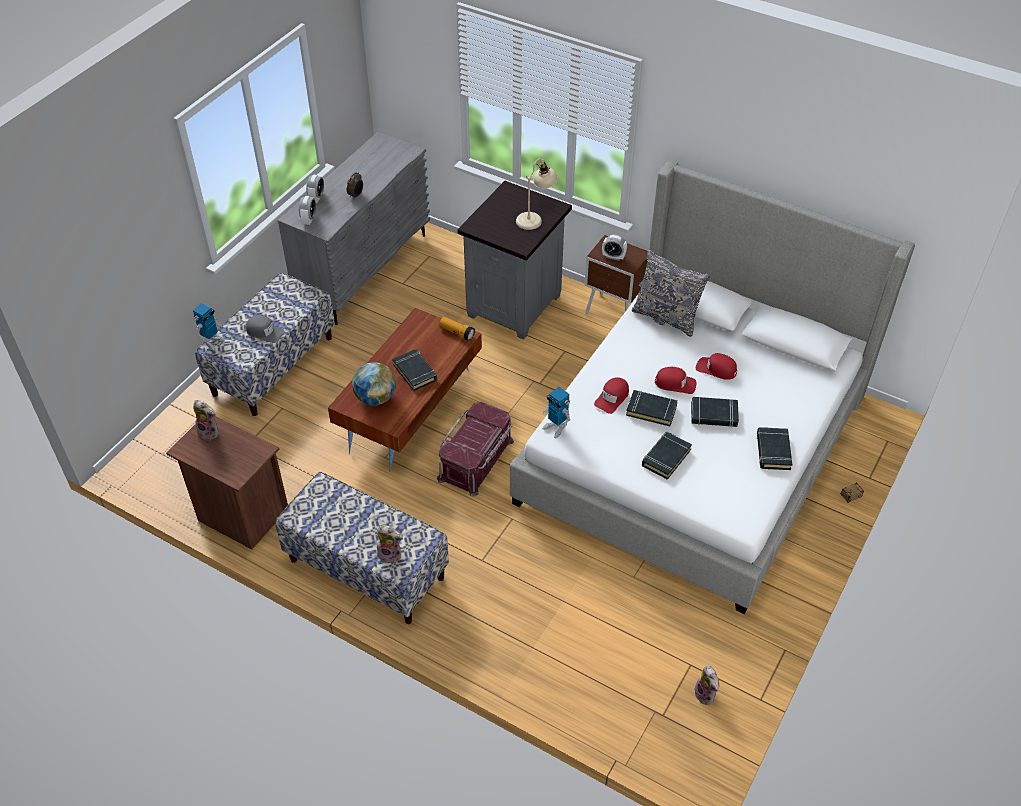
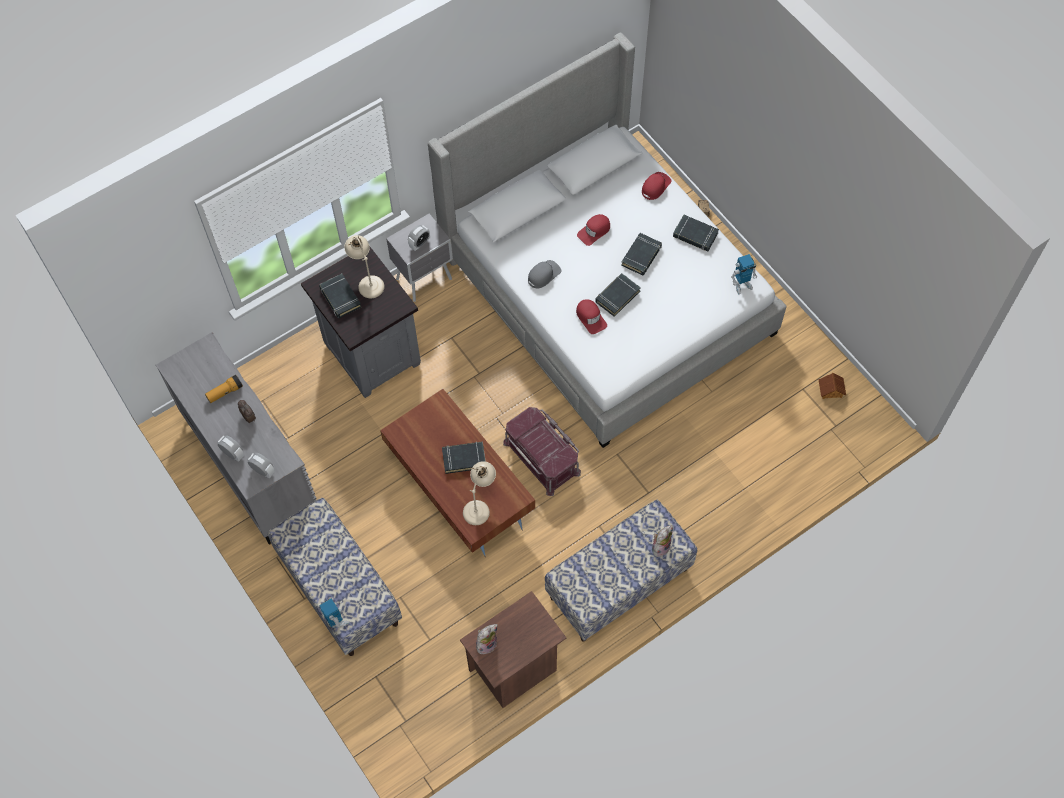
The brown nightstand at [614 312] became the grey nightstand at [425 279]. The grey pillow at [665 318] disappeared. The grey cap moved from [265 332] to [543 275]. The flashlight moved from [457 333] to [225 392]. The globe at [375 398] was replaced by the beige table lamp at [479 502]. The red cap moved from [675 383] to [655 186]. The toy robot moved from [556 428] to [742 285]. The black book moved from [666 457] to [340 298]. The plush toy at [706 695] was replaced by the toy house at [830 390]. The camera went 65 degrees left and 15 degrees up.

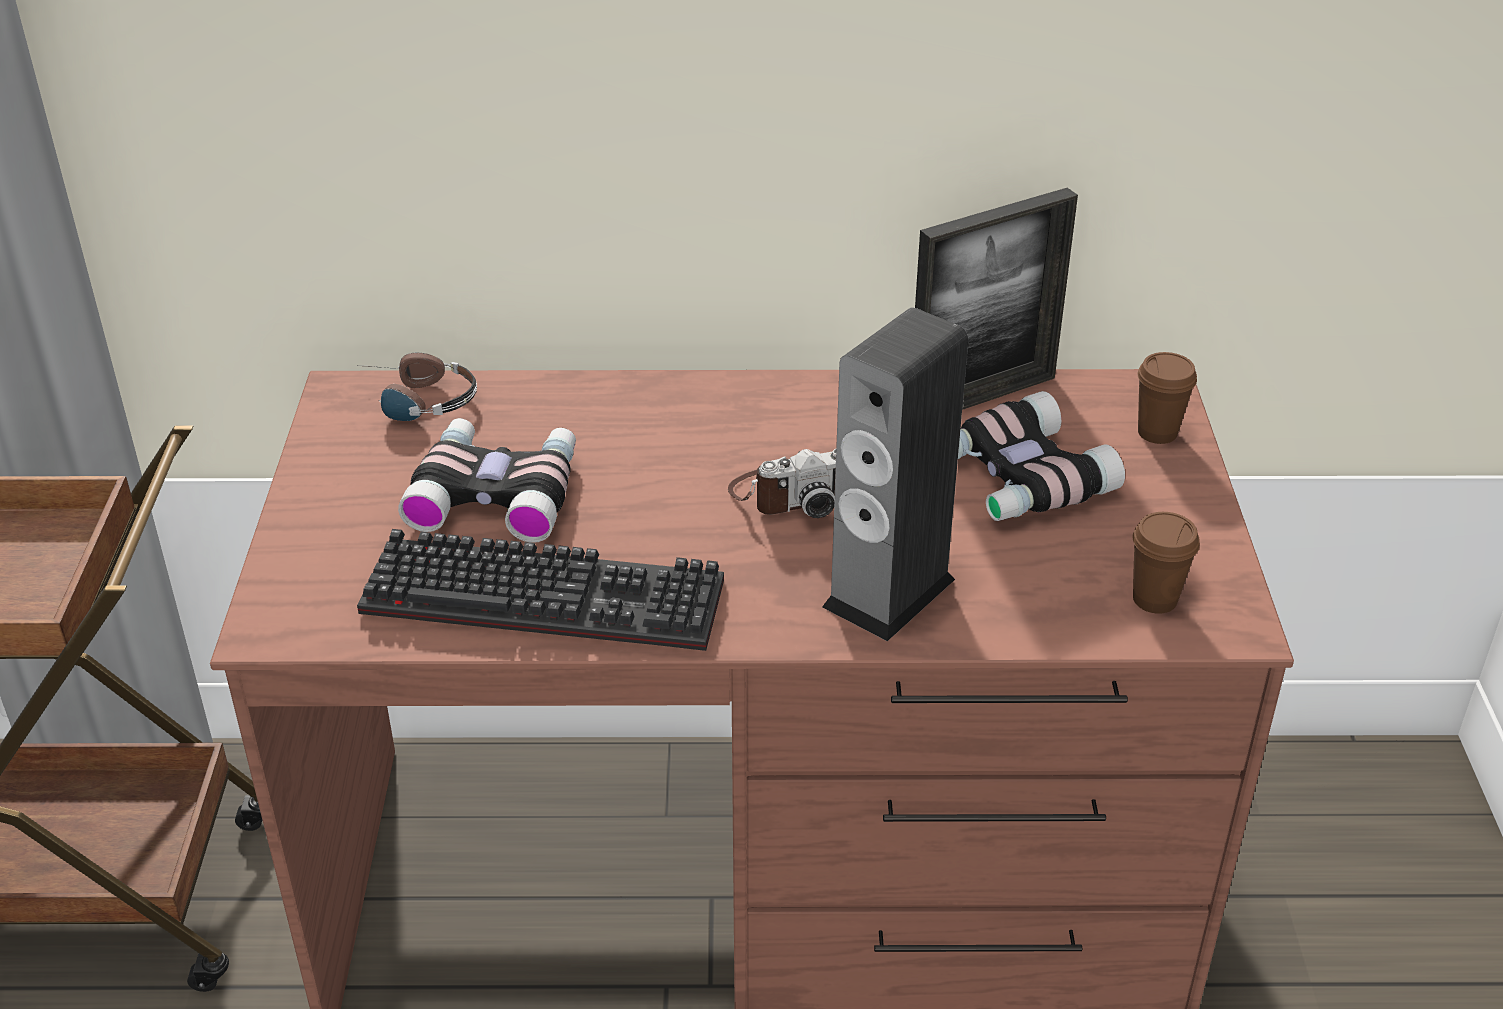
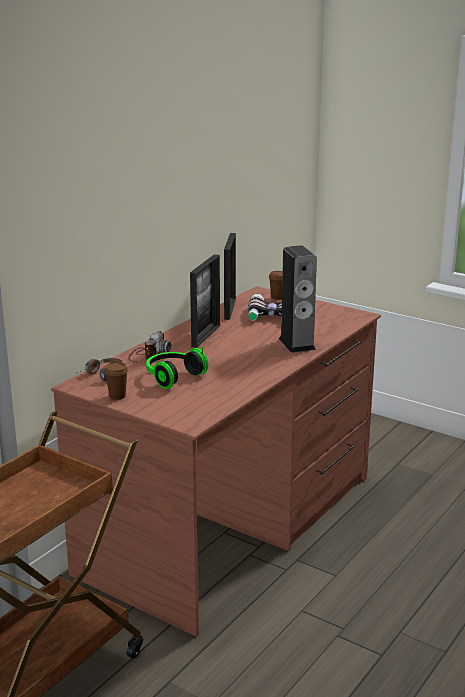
The binoculars at [497 492] was replaced by the headphones at [172 377]. The photo camera moved from [794 493] to [147 354]. The brown cup moved from [1155 599] to [117 396]. The keyboard at [551 594] disappeared. The picture frame at [206 336] appeared. The camera went 55 degrees left and 15 degrees down.

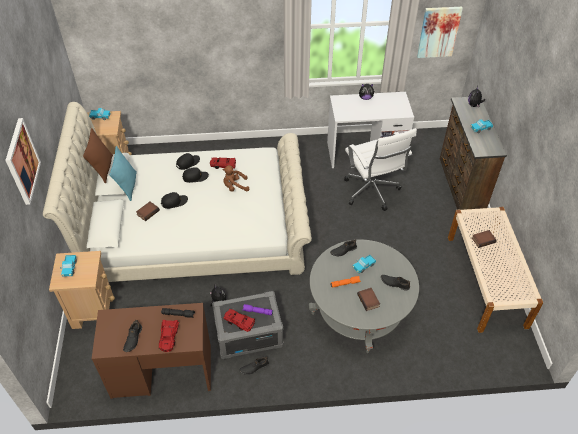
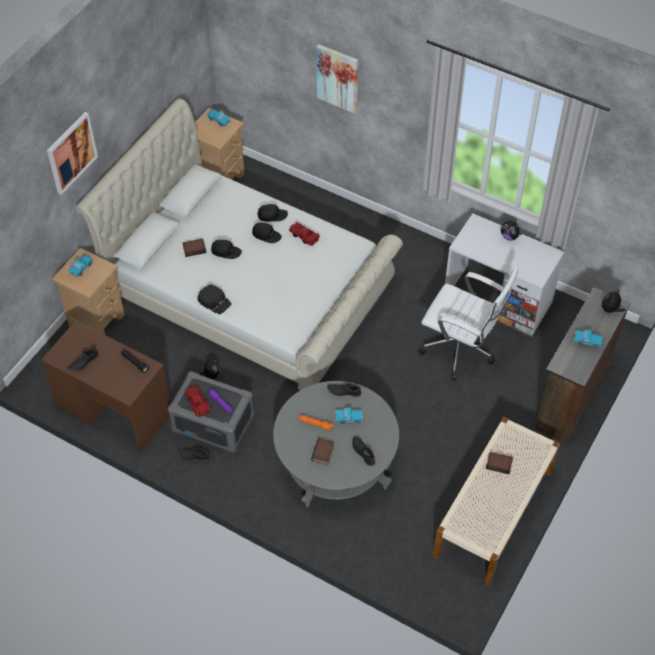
The picture moved from [438 32] to [338 78]. The brown pillow at [103 169] disappeared. The white office chair at [372 193] turned 75 degrees counterclockwise. The turquoise pillow at [128 186] disappeared. The brown plush toy at [235 187] disappeared. The red toy car at [168 337] disappeared. The black cap at [214 301] appeared. The camera went 35 degrees right and 5 degrees up.

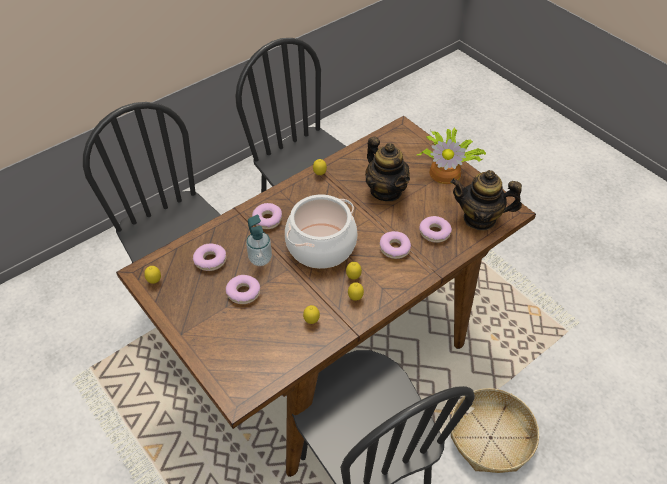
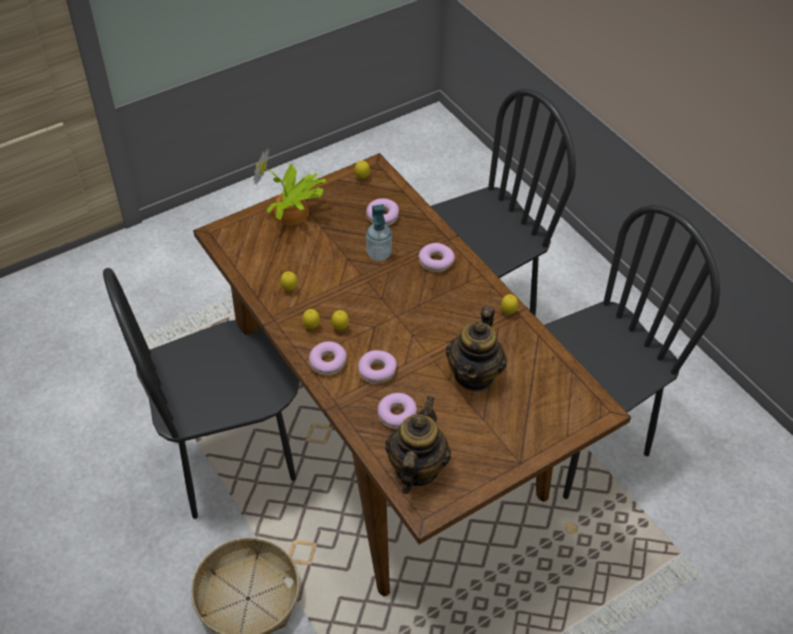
The potted plant moved from [446 171] to [291 213]. The teapot at [386 190] turned 45 degrees counterclockwise. The cooking pot at [321 245] disappeared. The donut moved from [243 292] to [328 362]. The camera went 95 degrees right and 0 degrees up.

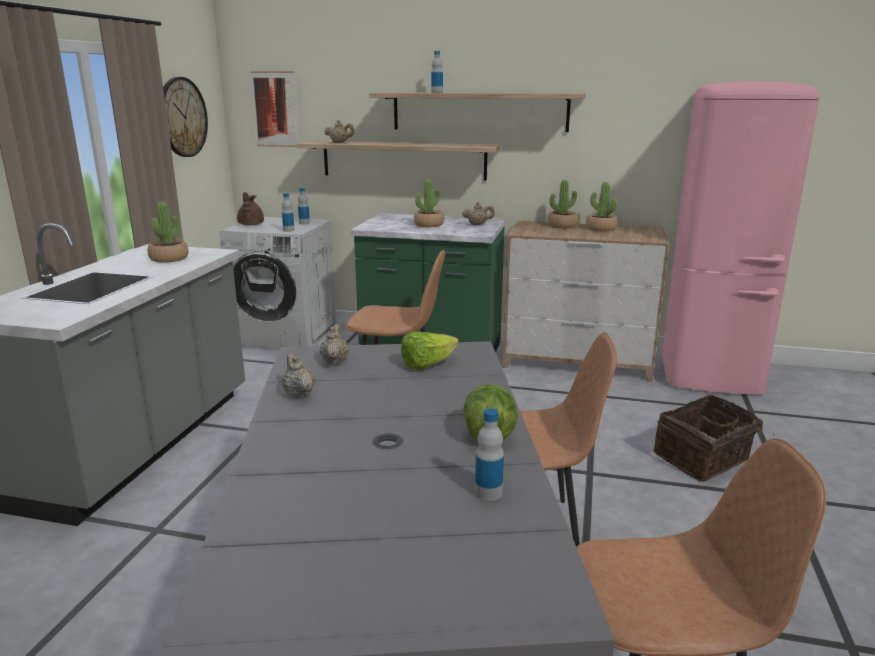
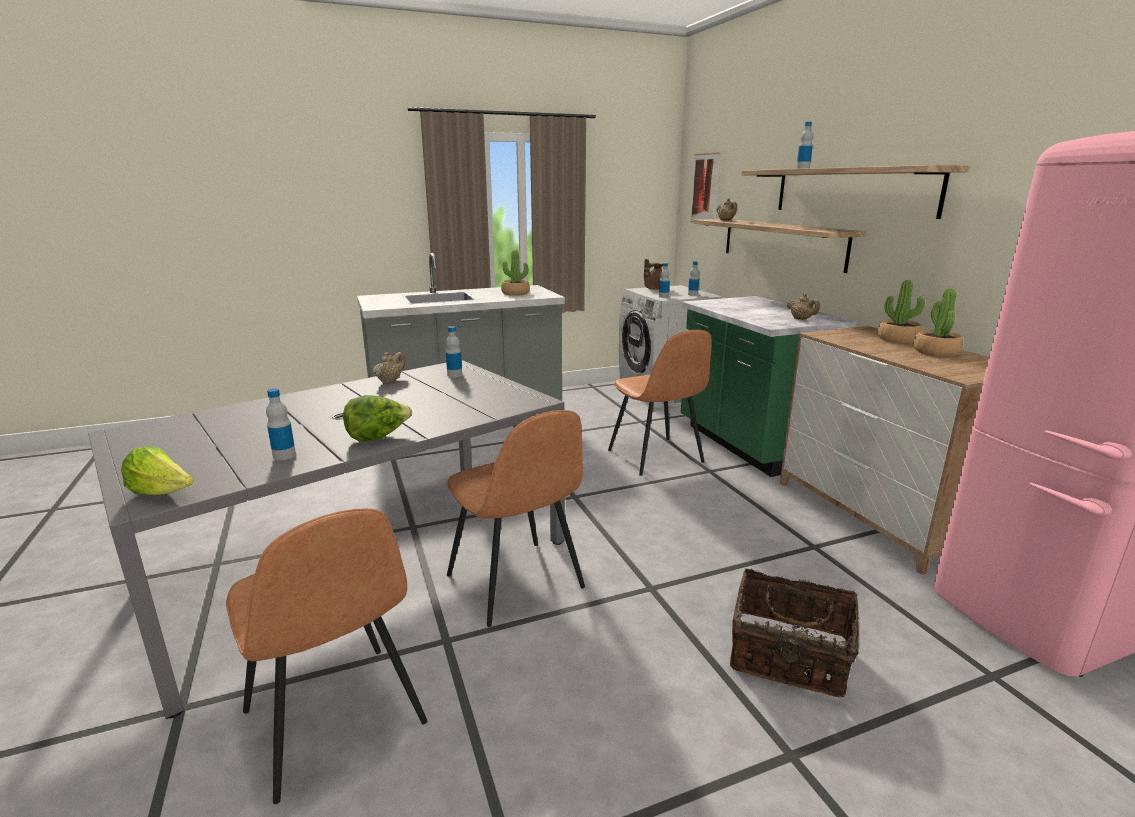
The wall clock at [182 117] disappeared. The potted plant at [428 225] disappeared. The beige teapot at [335 361] was replaced by the bottle at [454 375]. The lettuce moved from [427 365] to [163 493]. The camera went 55 degrees right and 0 degrees up.

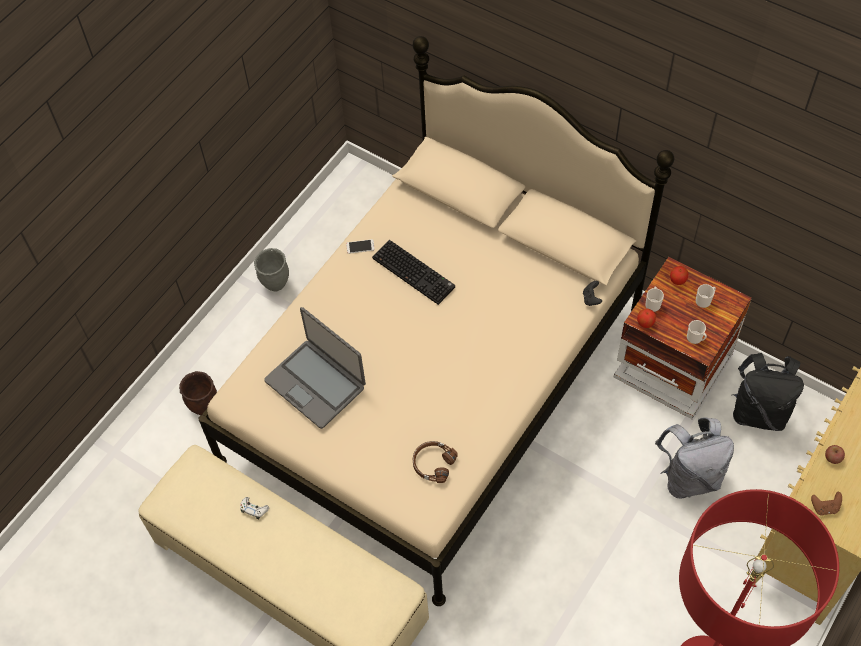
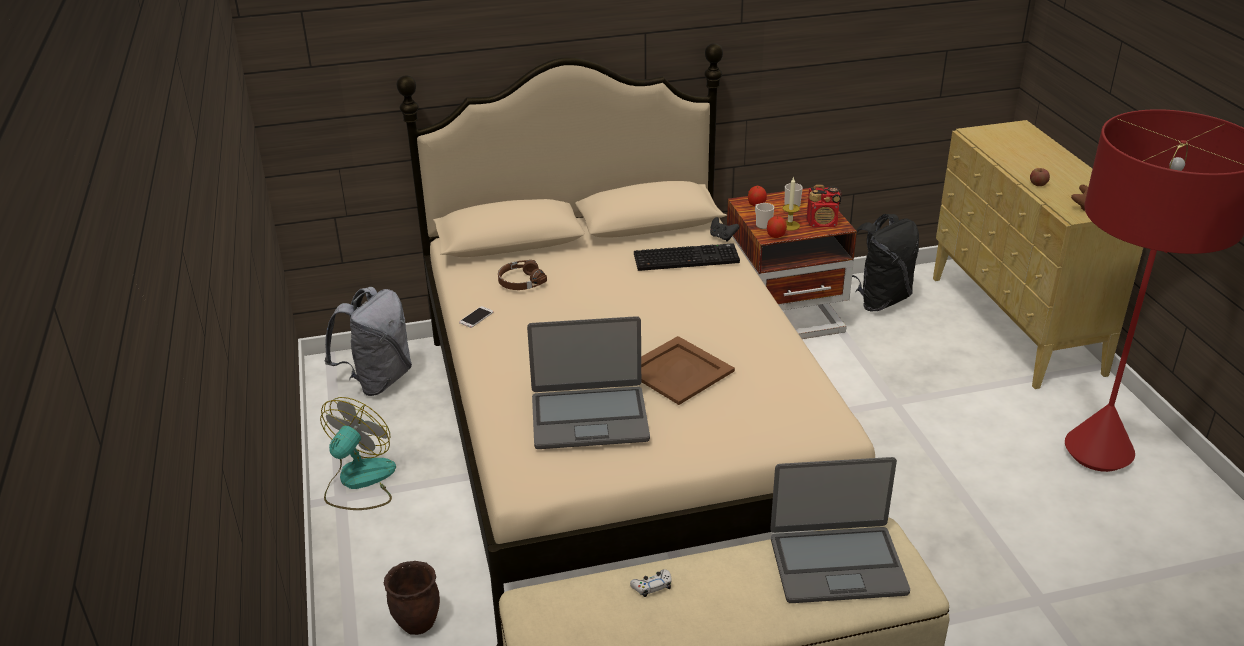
The keyboard moved from [415 272] to [687 258]. The grey planter at [275 283] was replaced by the fan at [359 482]. The mug at [695 338] was replaced by the radio at [822 223]. The grey backpack moved from [689 476] to [378 380]. The brown headphones moved from [433 463] to [520 282]. The candle at [789 225] appeared. The brown tray at [678 371] appeared. The laptop at [837 564] appeared. The camera went 50 degrees left and 25 degrees down.

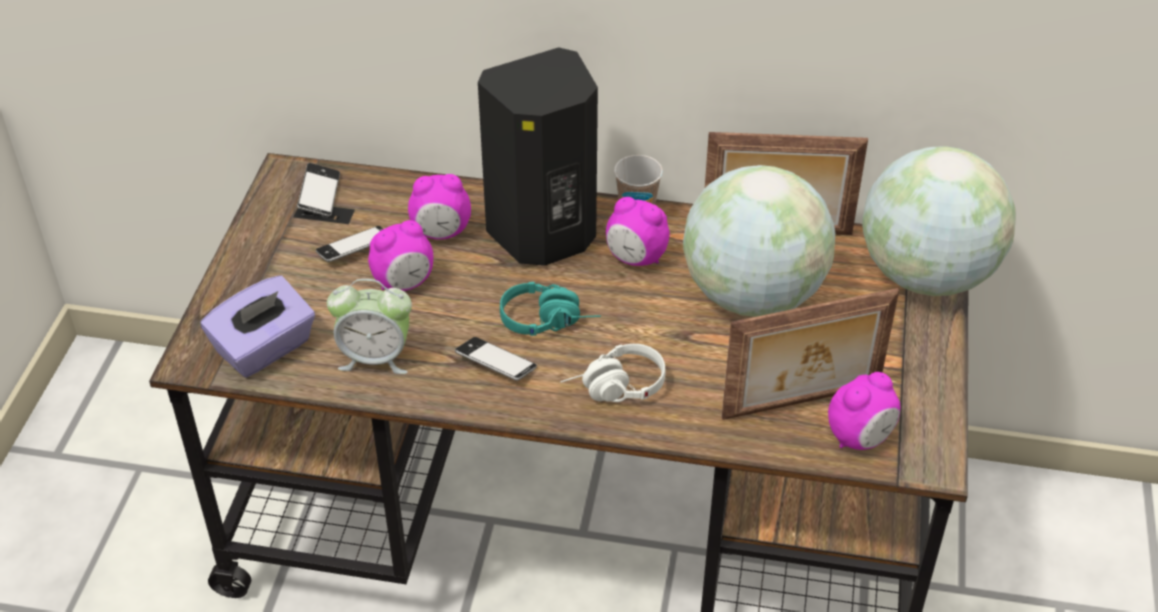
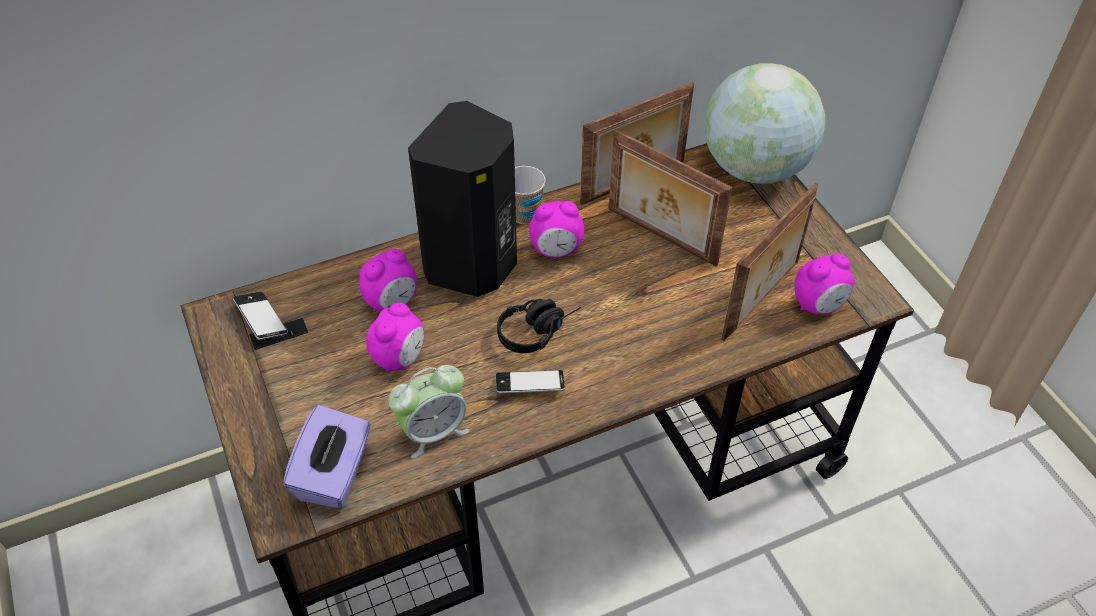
The globe at [753 295] was replaced by the picture frame at [660 238]. The phone at [354 249] disappeared. The turquoise headphones at [550 320] became the black headphones at [538 330]. The white headphones at [614 389] disappeared. The alarm clock at [860 438] turned 45 degrees clockwise. The camera went 35 degrees left and 5 degrees up.

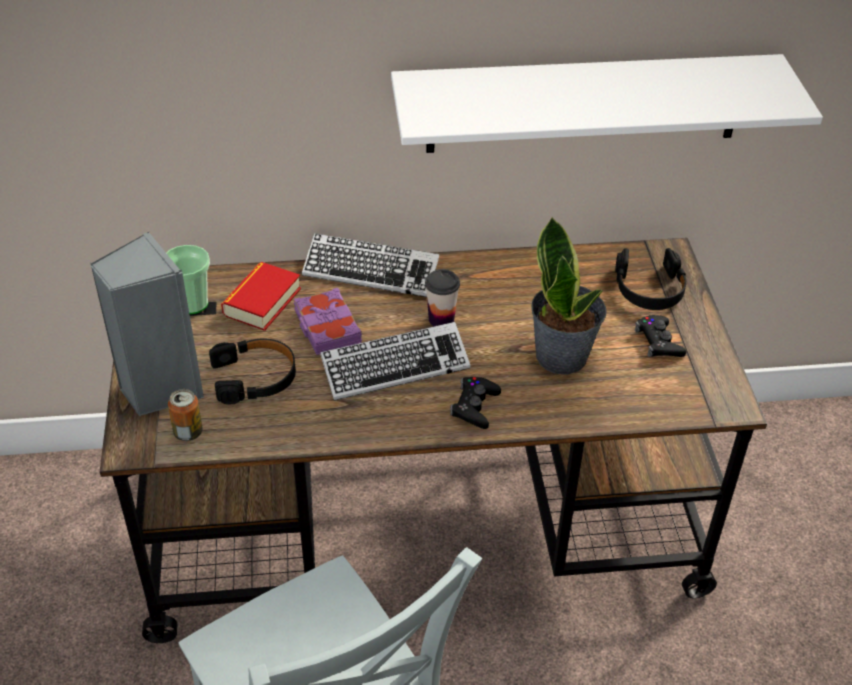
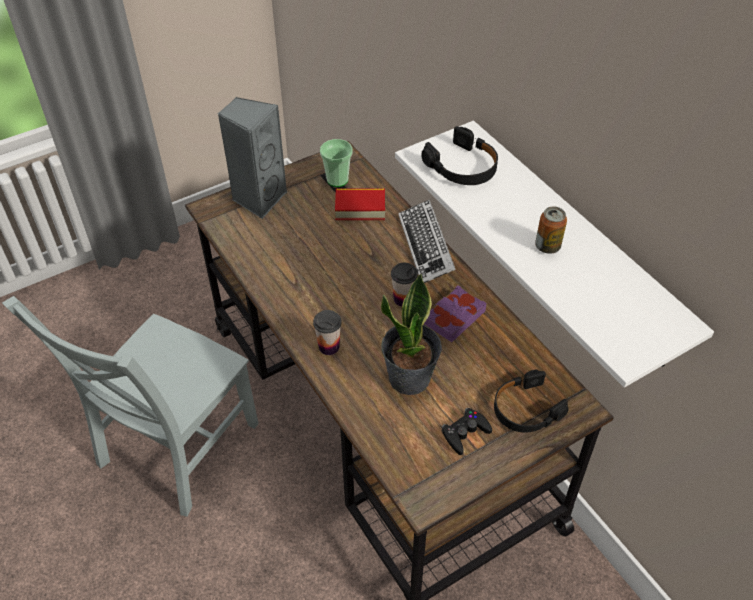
The purple book moved from [326 327] to [453 317]. The keyboard at [395 367] disappeared. The black headphones moved from [255 377] to [462 167]. The black game controller at [474 406] was replaced by the cup at [329 347]. The can moved from [188 432] to [547 246]. The camera went 65 degrees right and 5 degrees up.

